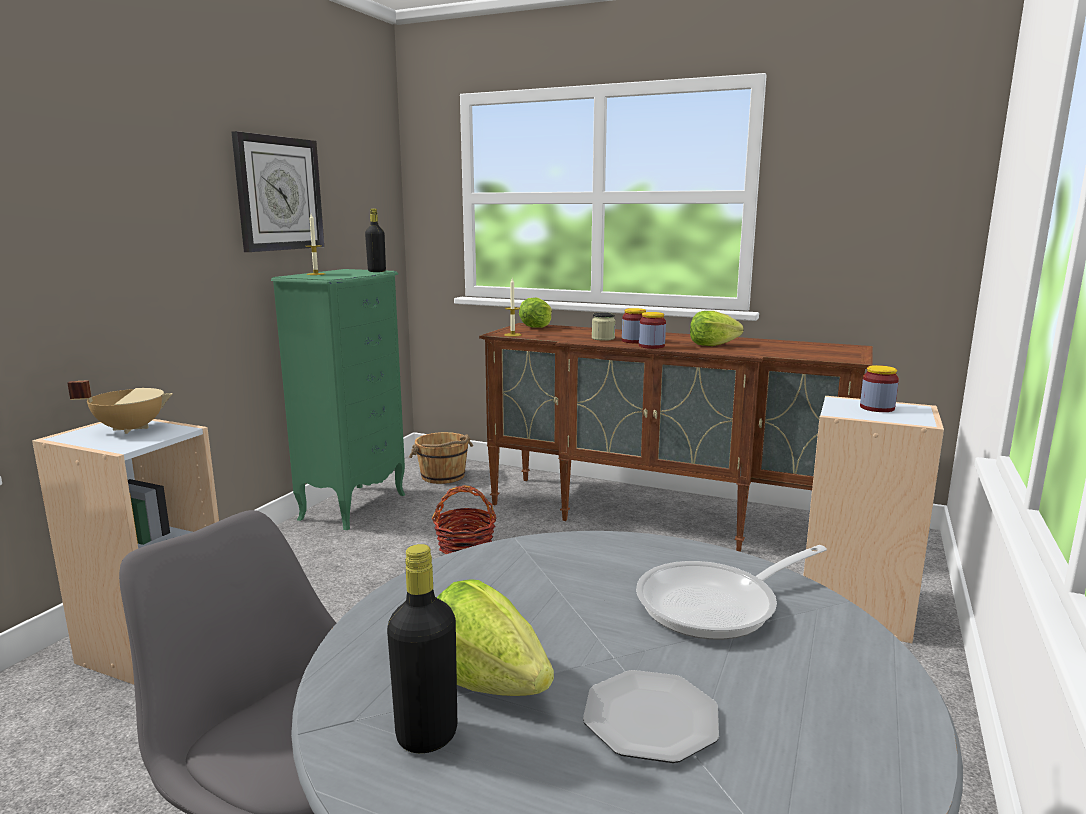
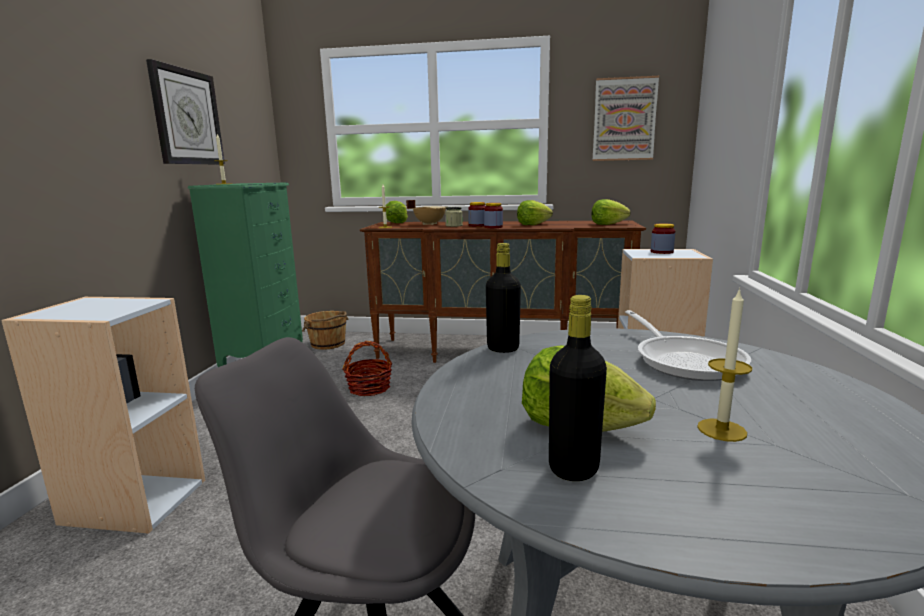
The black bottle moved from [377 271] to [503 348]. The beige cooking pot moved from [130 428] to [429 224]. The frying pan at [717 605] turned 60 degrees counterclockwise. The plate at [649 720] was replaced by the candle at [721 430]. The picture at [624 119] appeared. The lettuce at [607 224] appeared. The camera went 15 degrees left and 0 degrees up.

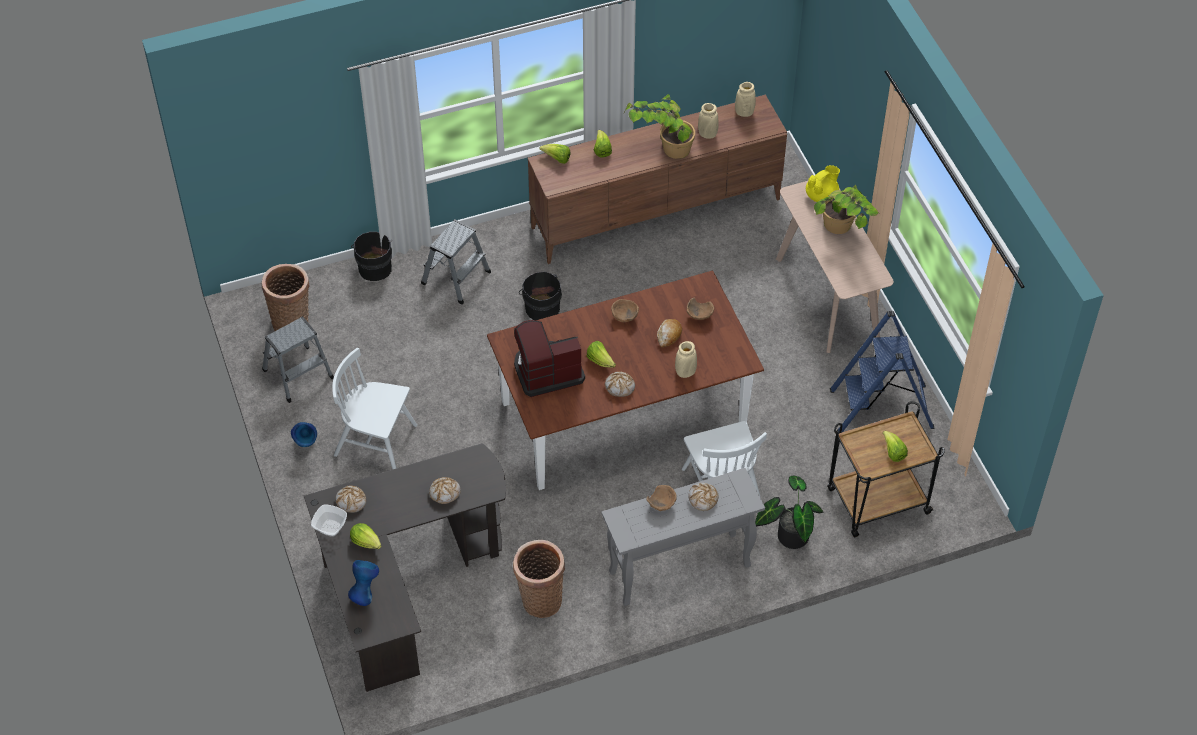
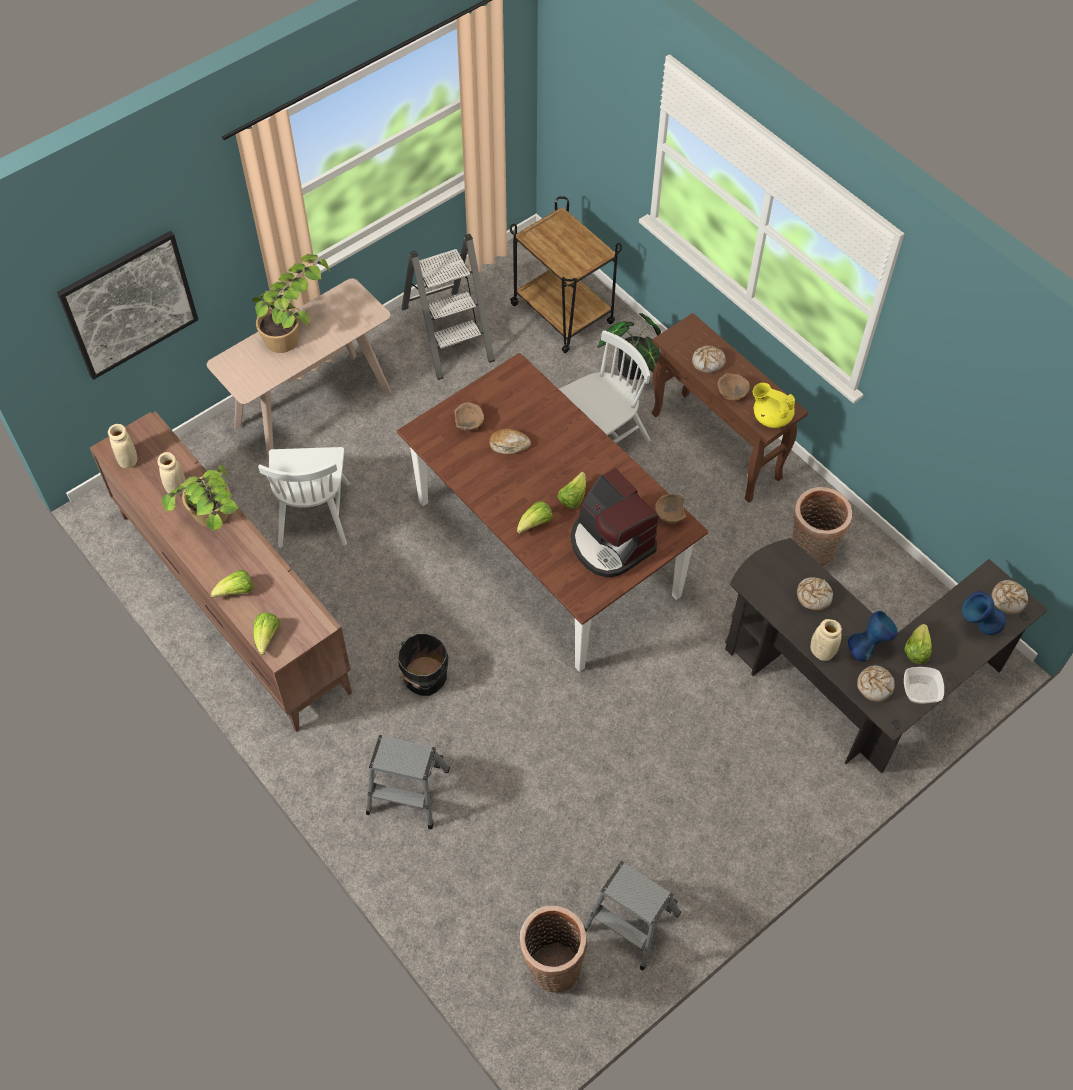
The yellow teapot moved from [822 196] to [771 417]. The black bucket at [375 267] disappeared. The brown bowl moved from [625 316] to [669 515]. The blue step ladder at [883 408] became the grey step ladder at [447 333]. The beige vase moved from [685 372] to [822 652]. The white chair moved from [376 441] to [313 514]. The bread moved from [620 387] to [1008 599]. The blue vase moved from [307 445] to [867 648]. The lettuce moved from [893 452] to [535 524]. The grey console table at [678 570] became the brown console table at [717 447]. The picture at [129 304] appeared. The camera went 110 degrees left and 5 degrees up.

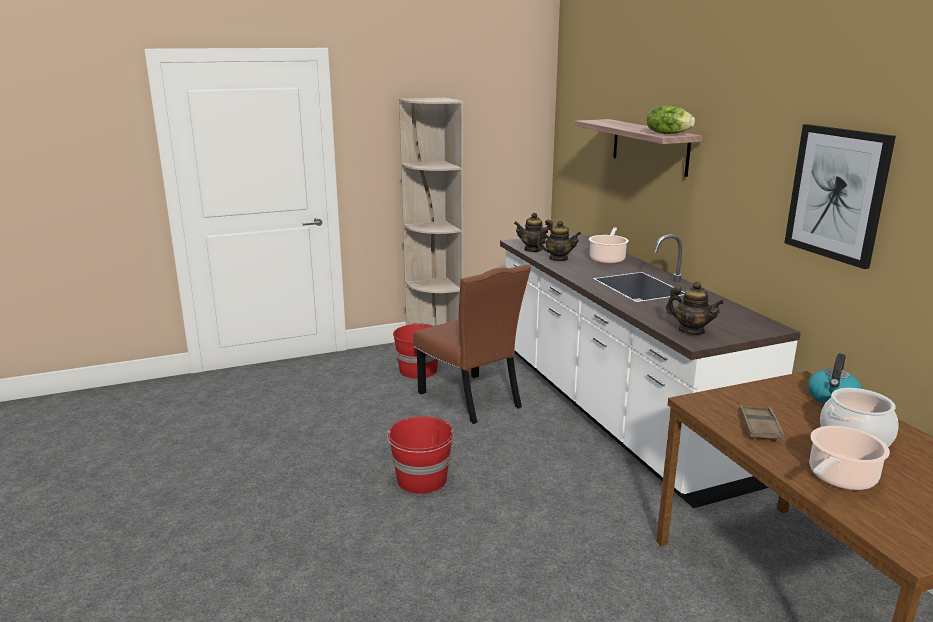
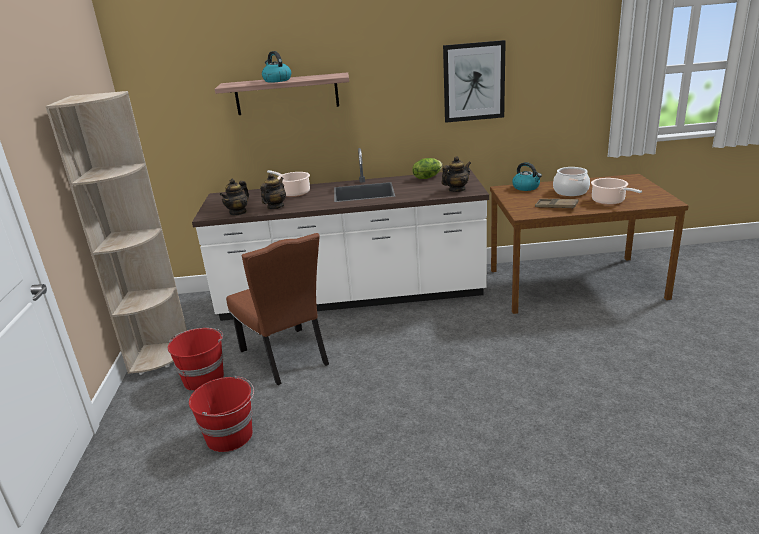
The lettuce moved from [667 134] to [427 177]. The brown chair at [470 398] turned 75 degrees clockwise. The red bucket moved from [422 480] to [230 435]. The kettle at [277 80] appeared. The camera went 70 degrees left and 5 degrees up.

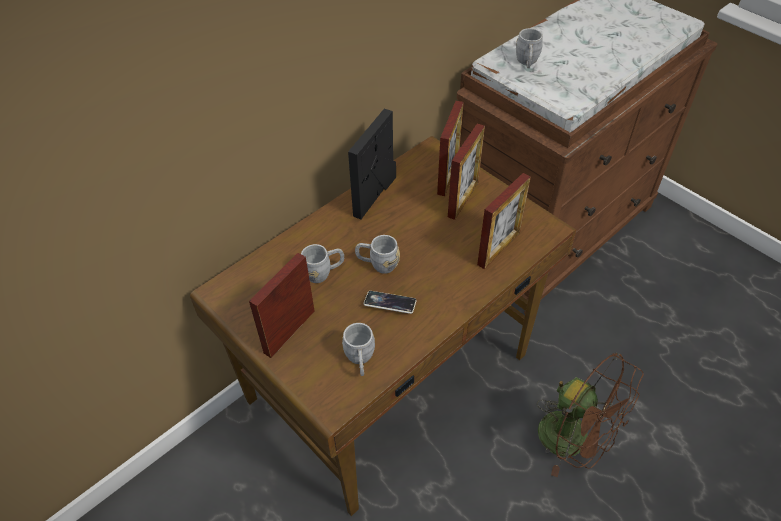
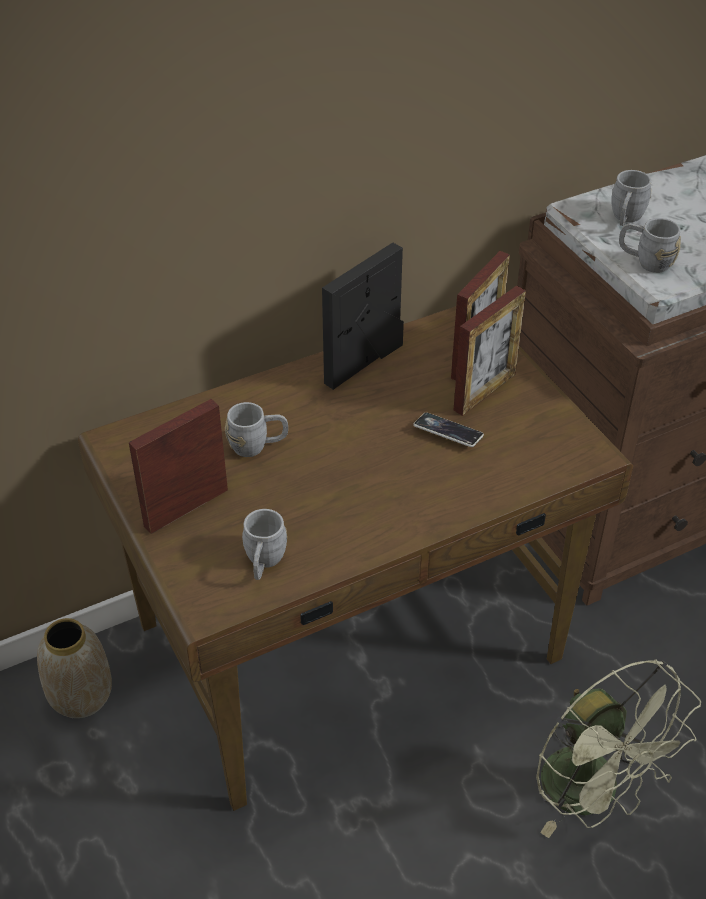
The picture frame at [498 248] disappeared. The grey mug moved from [377 264] to [645 261]. The phone moved from [390 304] to [448 433]. The brown fan at [574 440] became the green fan at [593 794]. The vase at [80 697] appeared. The camera went 15 degrees right and 5 degrees down.

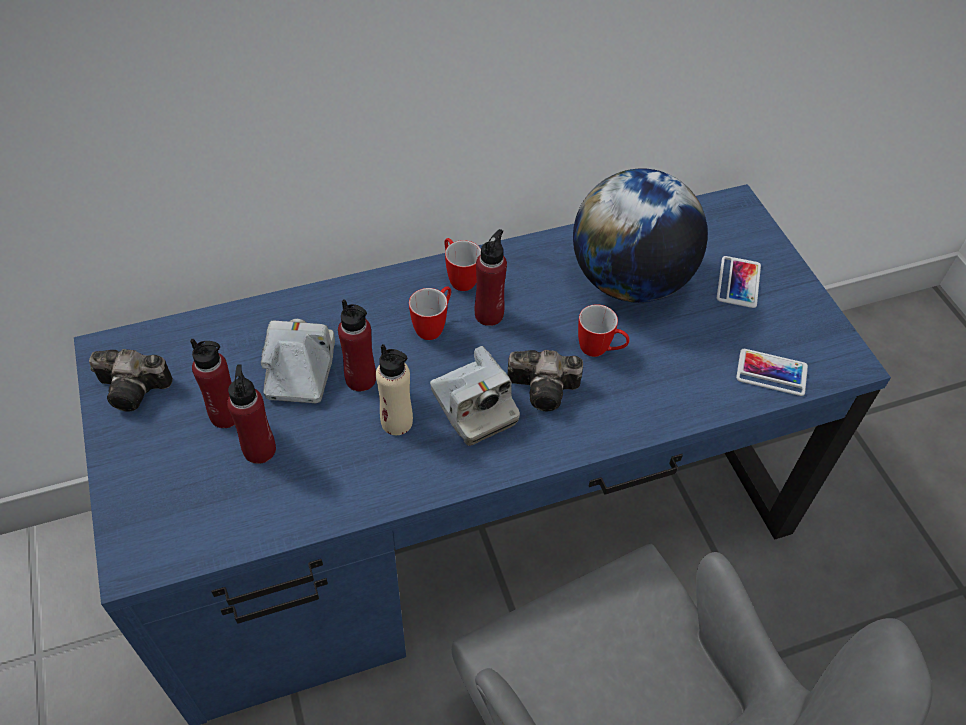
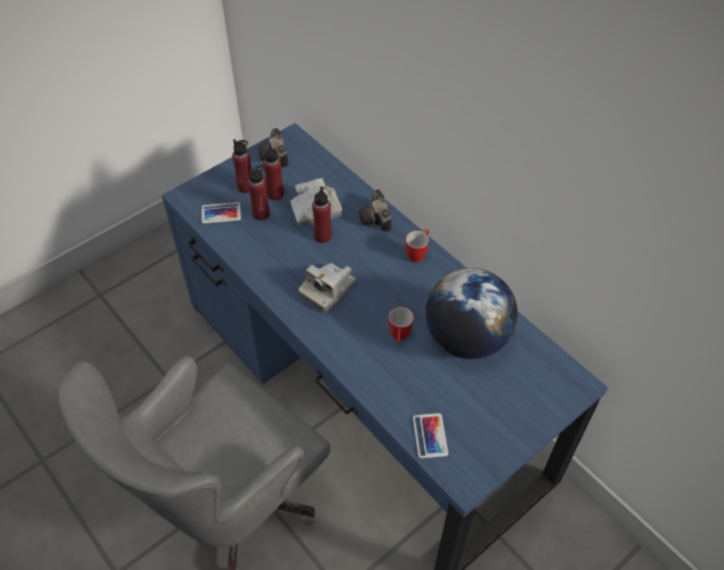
The red bottle moved from [489 314] to [246 187]. The phone moved from [738 282] to [221 213]. The mug at [434 326] disappeared. The beige bottle at [397 422] disappeared. The photo camera moved from [546 389] to [376 219]. The camera went 70 degrees right and 0 degrees up.

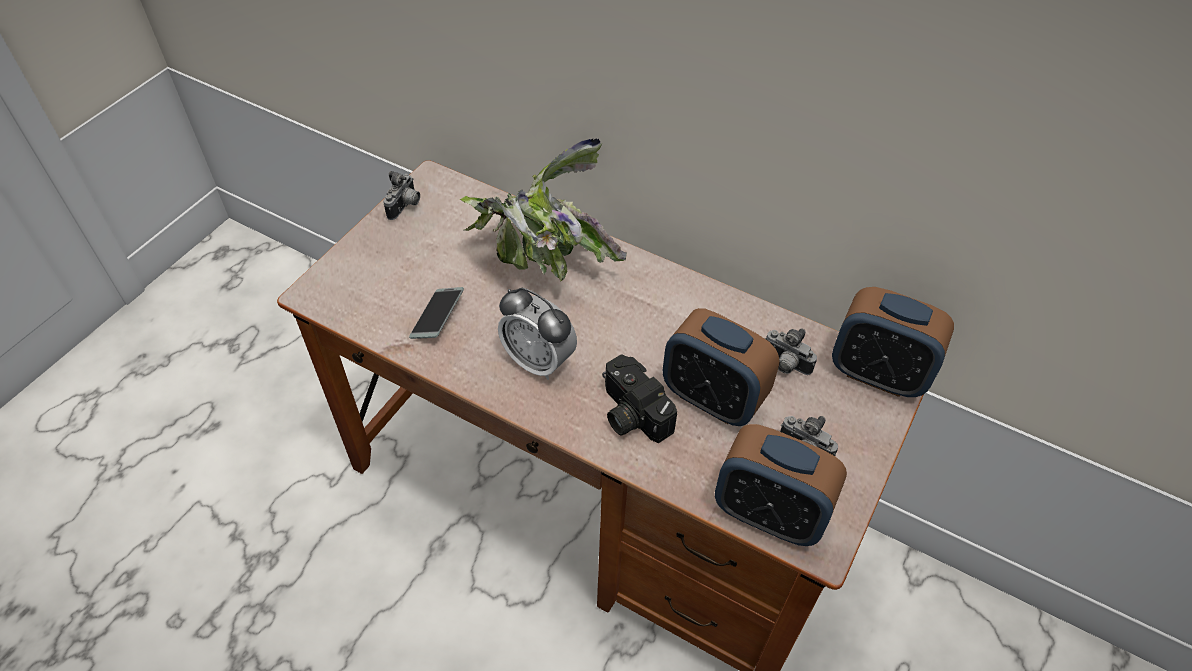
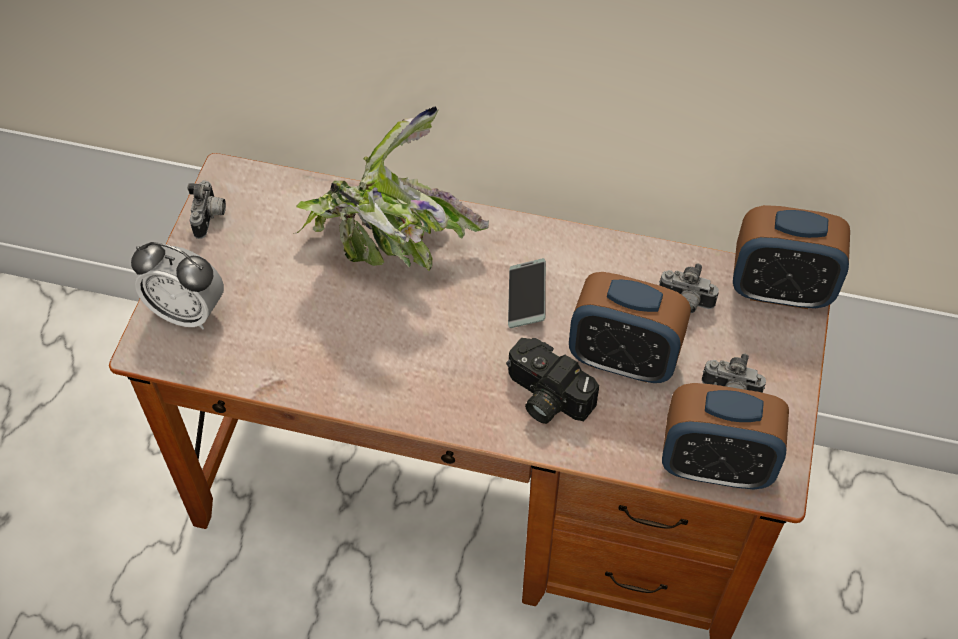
The phone moved from [437 317] to [526 298]. The alarm clock moved from [538 361] to [188 312]. The camera went 15 degrees left and 5 degrees up.

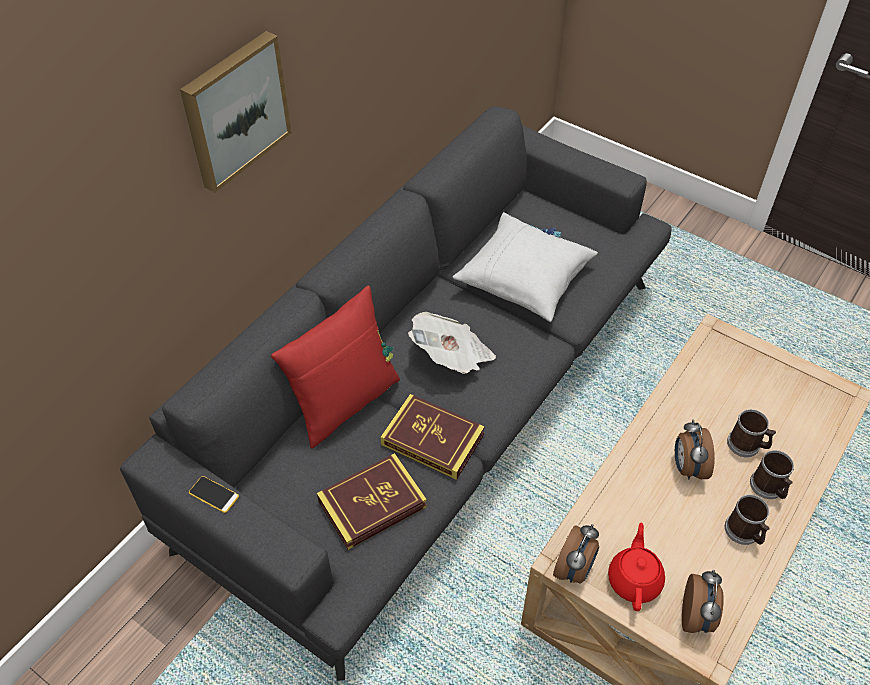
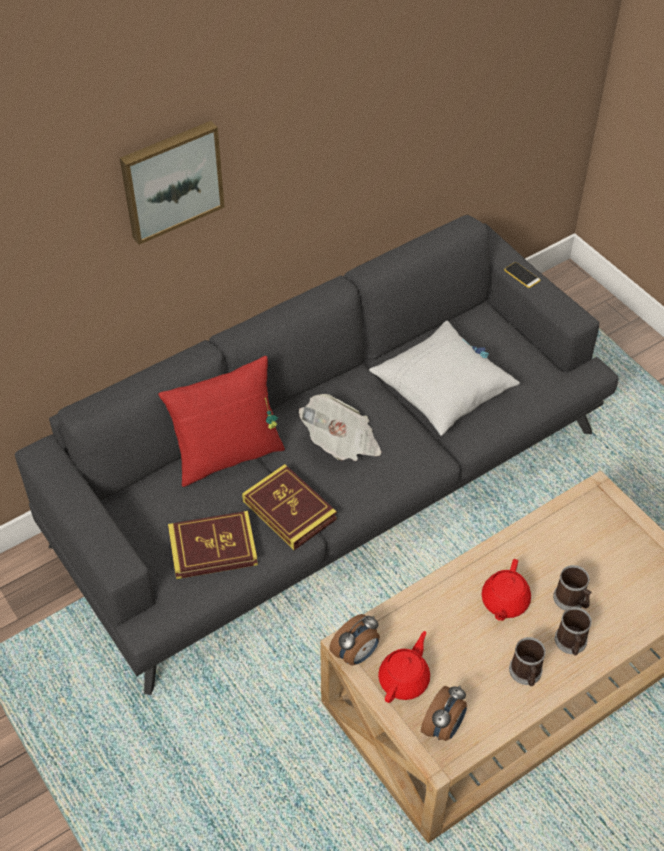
The alarm clock at [687 467] was replaced by the red teapot at [504 602]. The phone moved from [214 494] to [522 275]. The camera went 20 degrees right and 0 degrees up.

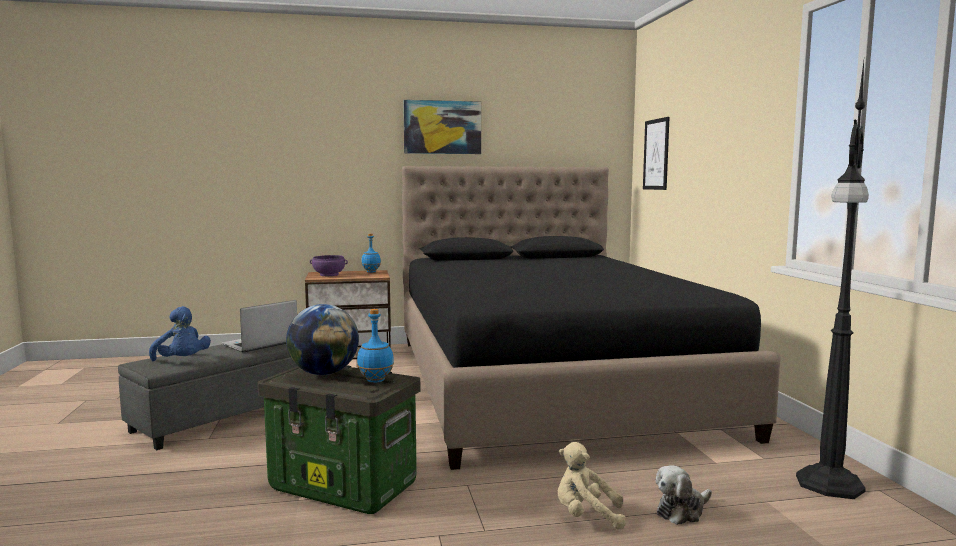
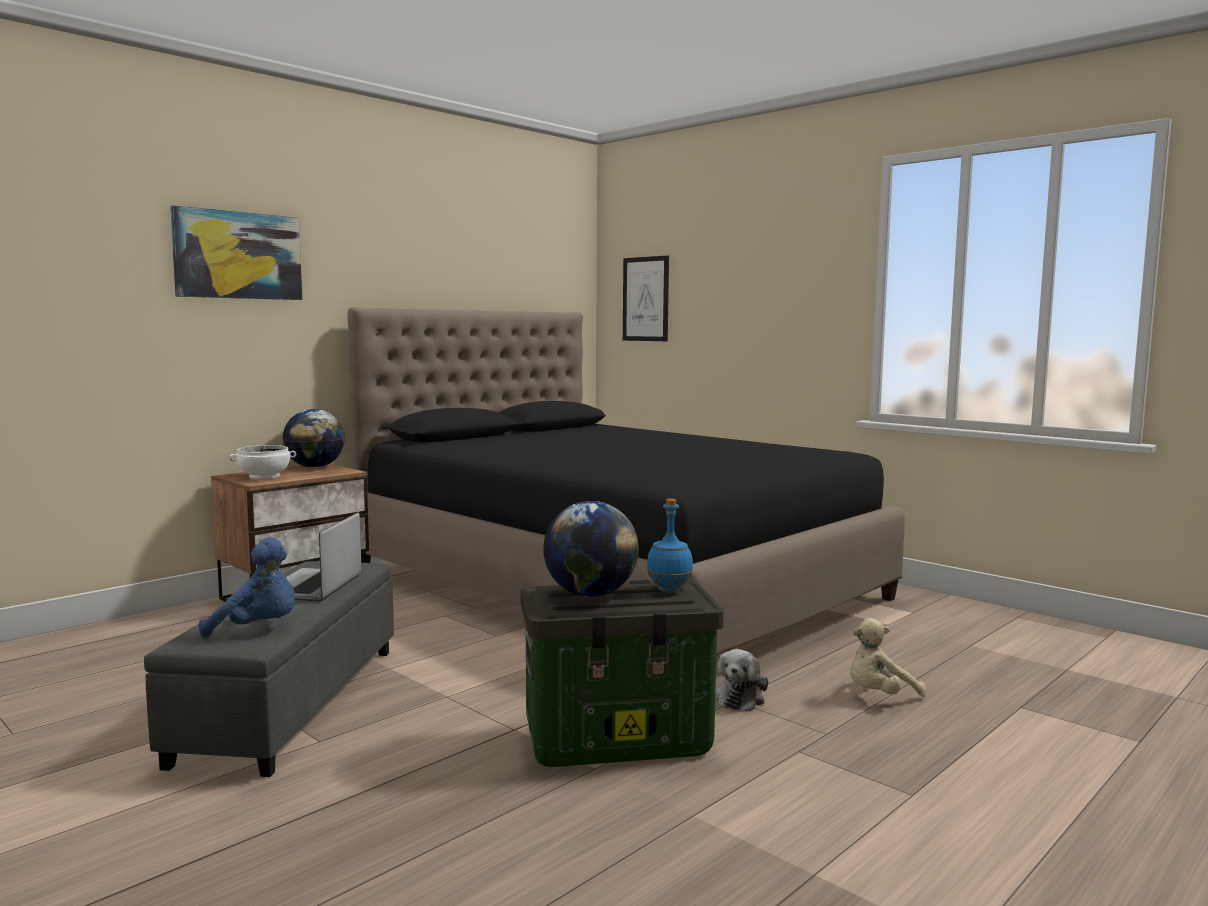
The black floor lamp at [828 485] disappeared. The picture moved from [442 127] to [238 255]. The blue bottle at [371 272] was replaced by the globe at [314 467]. The purple bowl at [329 275] became the white bowl at [264 476]. The plush toy moved from [682 511] to [740 698]. The camera went 35 degrees left and 0 degrees up.

